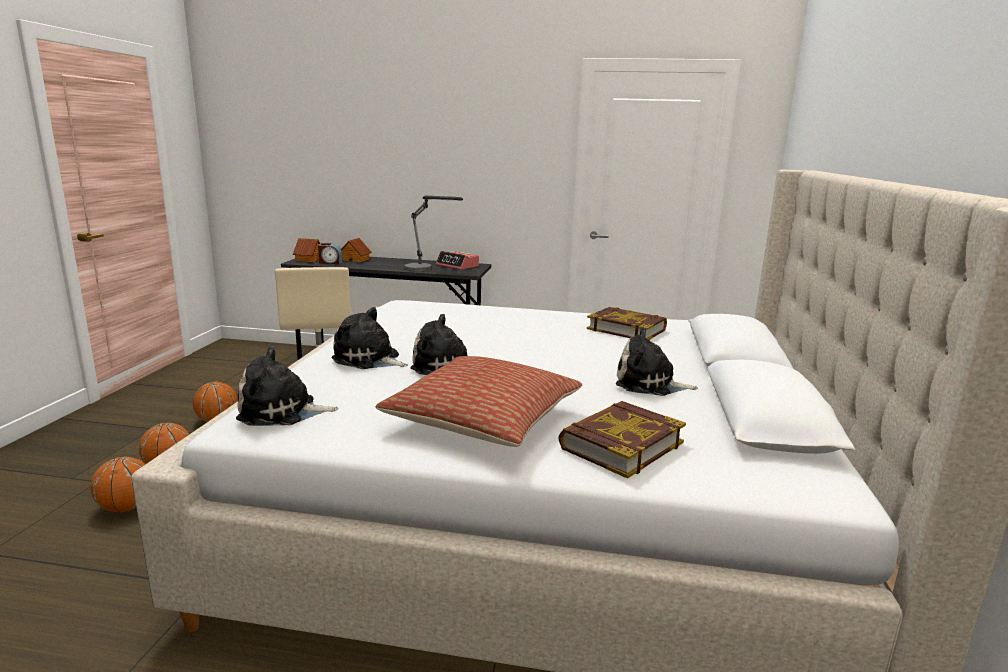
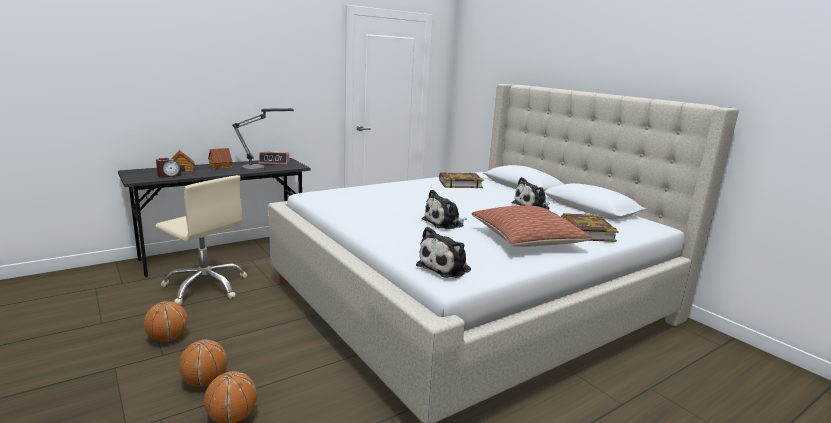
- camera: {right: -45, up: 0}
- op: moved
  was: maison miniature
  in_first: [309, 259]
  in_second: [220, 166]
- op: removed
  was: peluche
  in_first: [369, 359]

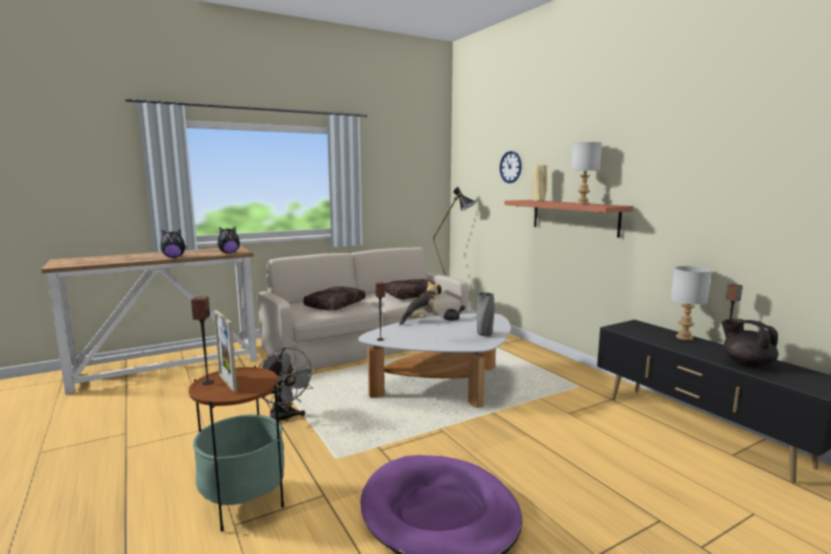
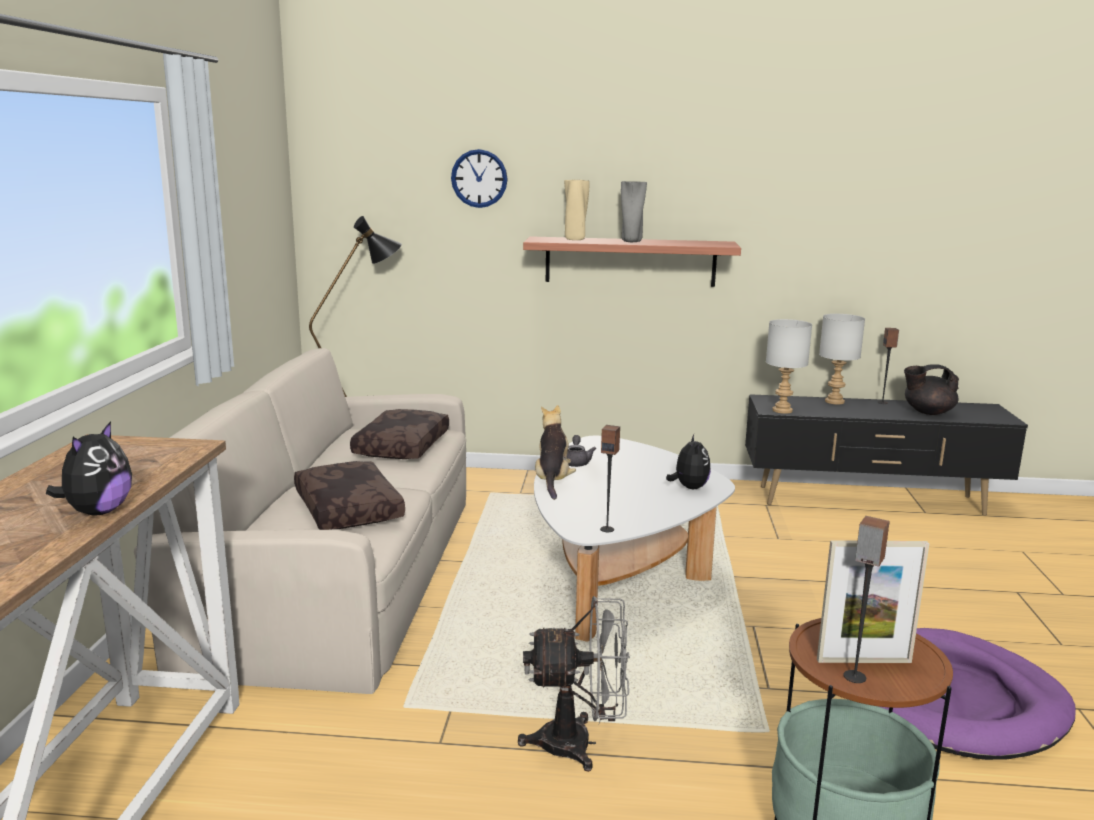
- camera: {right: -55, up: 5}
- op: moved
  was: peluche
  in_first: [229, 253]
  in_second: [689, 487]
- op: moved
  was: vase (gris)
  in_first: [484, 334]
  in_second: [631, 241]
- op: moved
  was: lampe de table (gris)
  in_first: [583, 204]
  in_second: [781, 410]

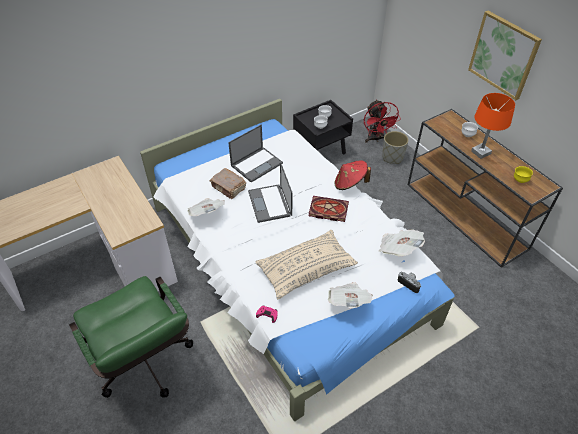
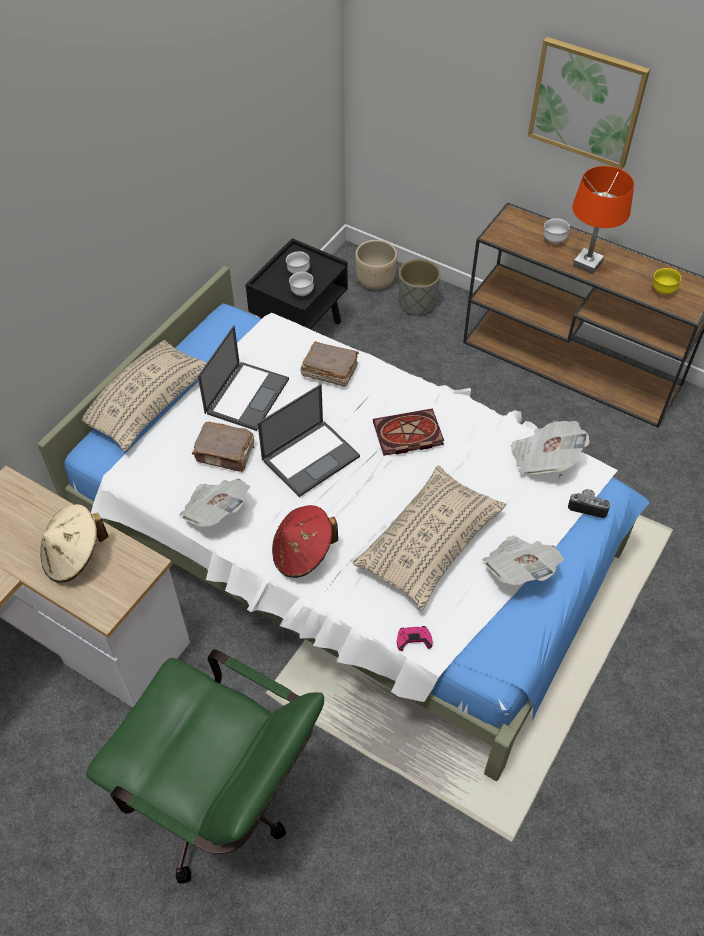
- camera: {right: -25, up: 5}
- op: turned
  was: ordinateur portable
  in_first: [270, 204]
  in_second: [311, 457]
  clockwise: -90
- op: moved
  was: chapeau (rouge)
  in_first: [350, 184]
  in_second: [303, 554]
- op: replaced
  was: ventilateur (rouge)
  now: cache-pot (beige)
  in_first: [376, 139]
  in_second: [375, 280]
- op: added
  now: chapeau (beige)
  in_second: [74, 556]
- op: added
  now: coussin (beige)
  in_second: [146, 402]
- op: added
  now: livre (marron)
  in_second: [329, 371]

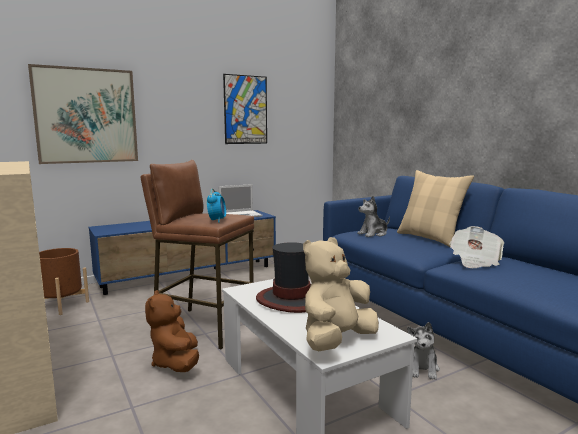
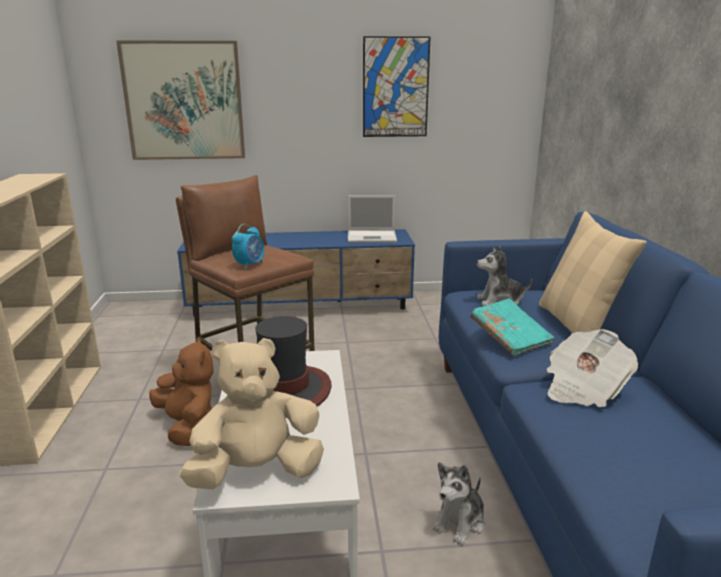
- camera: {right: 25, up: 10}
- op: removed
  was: cache-pot (marron)
  in_first: [61, 305]
- op: turned
  was: peluche (marron)
  in_first: [176, 363]
  in_second: [187, 426]
  clockwise: 135
- op: added
  now: livre (turquoise)
  in_second: [510, 338]

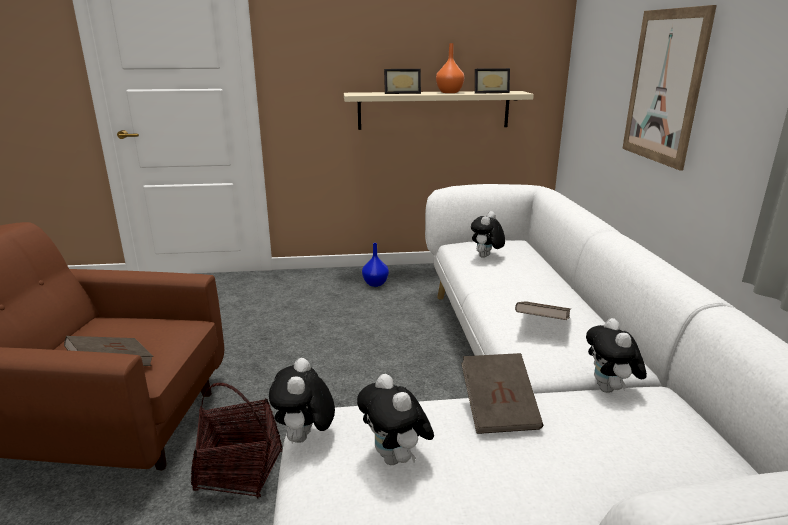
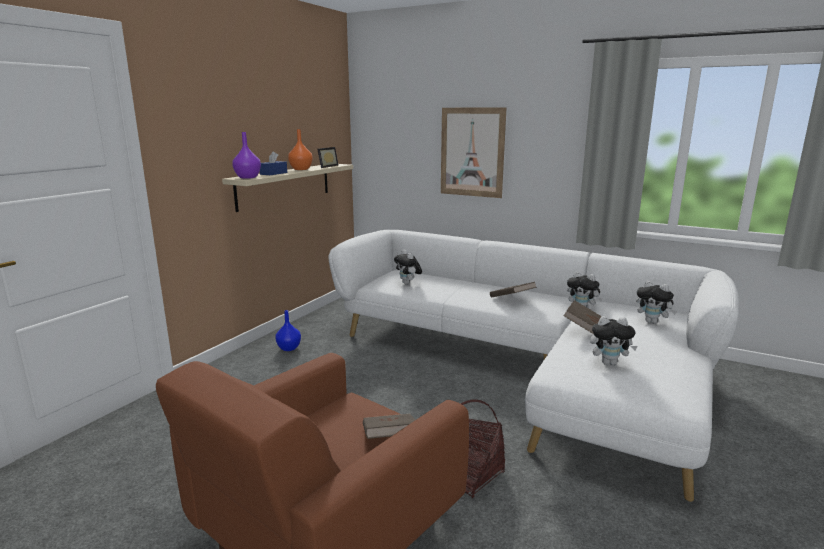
- camera: {right: -55, up: -5}
- op: moved
  was: peluche
  in_first: [305, 439]
  in_second: [652, 322]
- op: replaced
  was: cadre photo
  now: boîte à mouchoirs (bleu)
  in_first: [402, 93]
  in_second: [273, 173]
- op: added
  now: vase (violet)
  in_second: [248, 177]

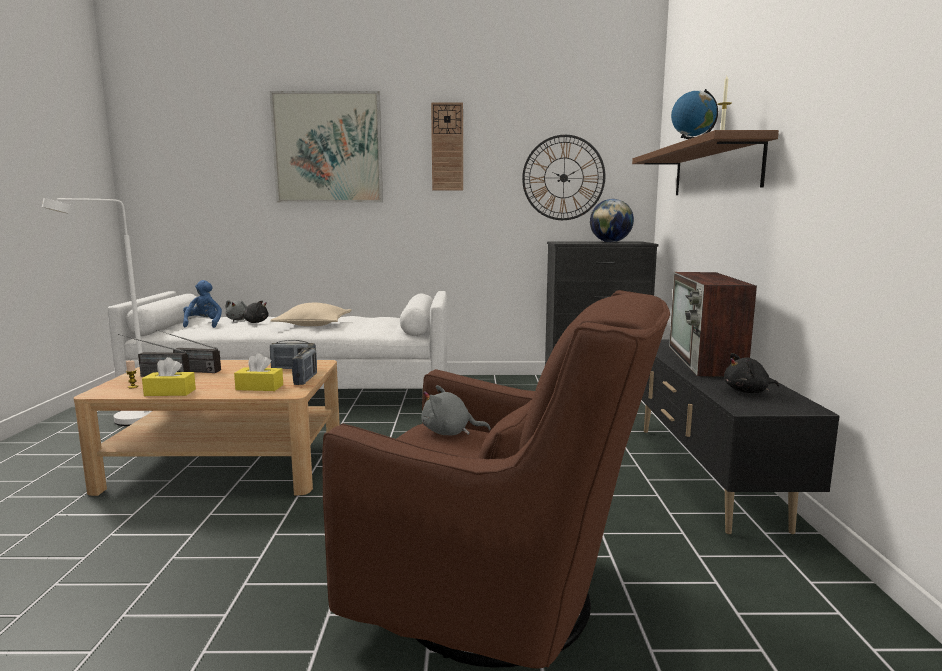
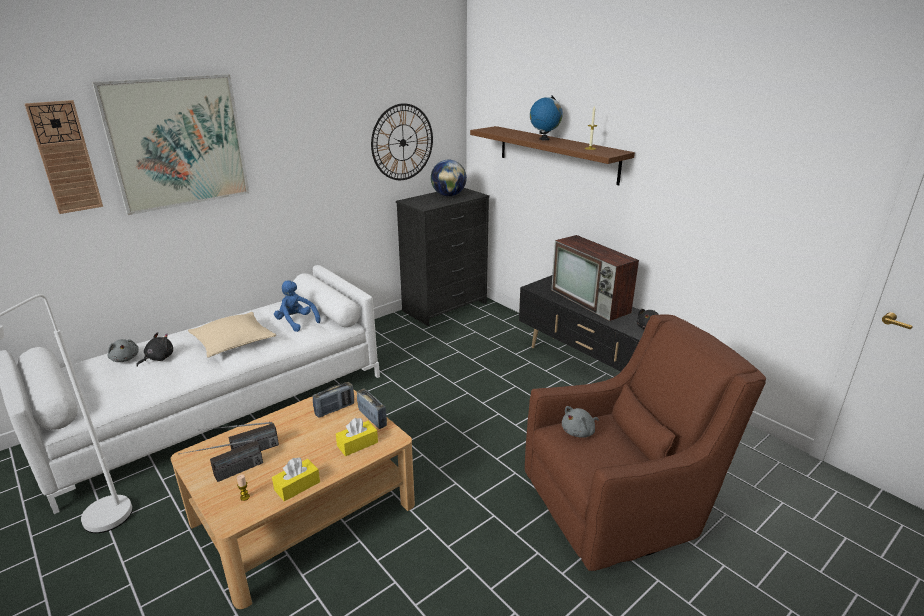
- camera: {right: -40, up: 15}
- op: moved
  was: peluche (bleu)
  in_first: [204, 324]
  in_second: [296, 322]
- op: moved
  was: horloge murale
  in_first: [447, 147]
  in_second: [65, 157]

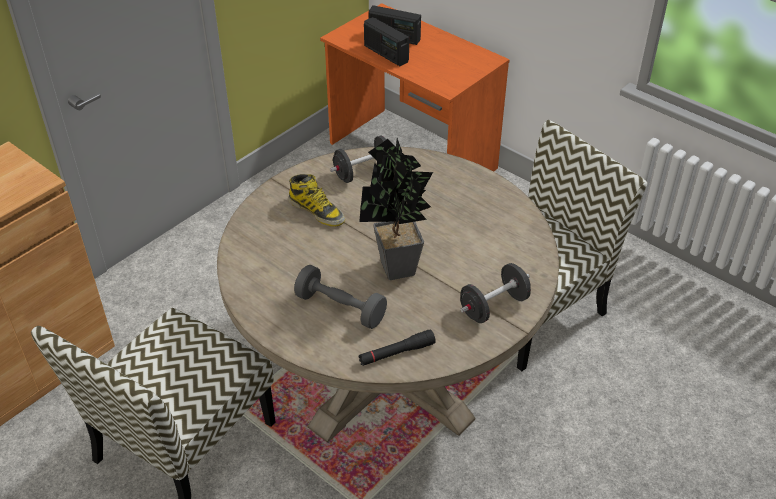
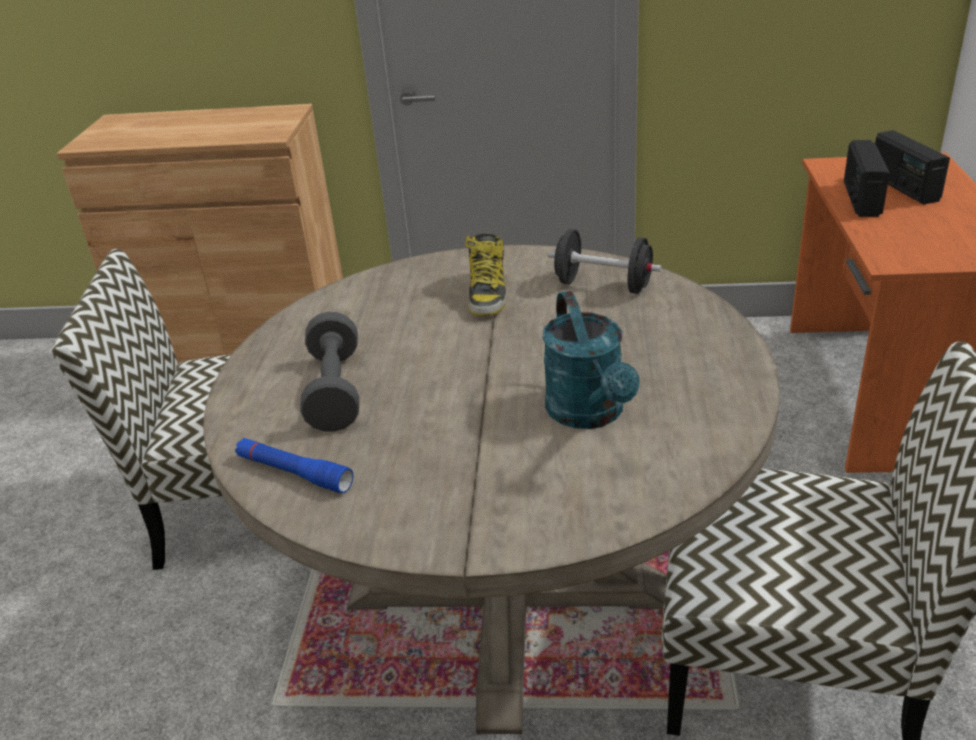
- camera: {right: 55, up: -10}
- op: recoloured
  was: lampe de poche (noir)
  now: lampe de poche (bleu)
  in_first: [396, 353]
  in_second: [294, 473]
- op: removed
  was: plante en pot
  in_first: [396, 272]
- op: removed
  was: haltère (noir)
  in_first: [494, 306]
- op: added
  now: arrosoir (turquoise)
  in_second: [590, 414]

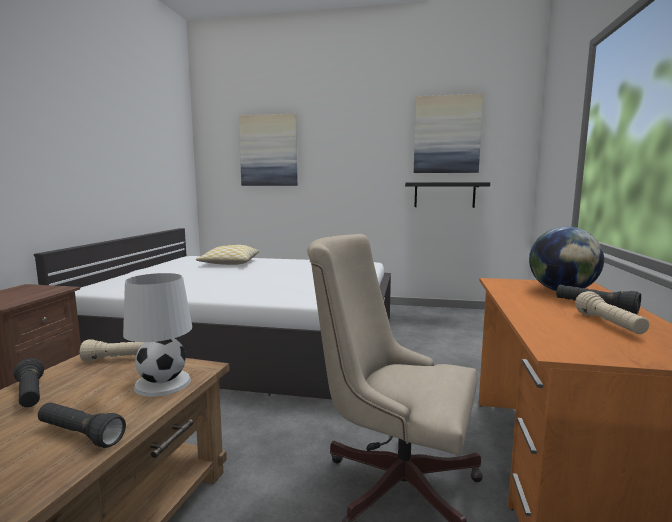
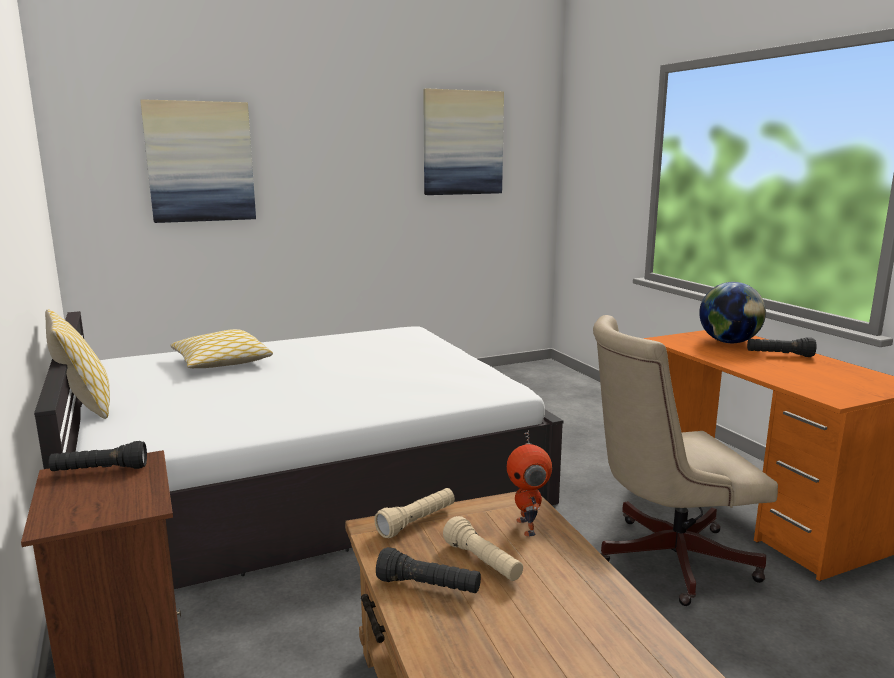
- camera: {right: -35, up: 5}
- op: moved
  was: lampe de poche (noir)
  in_first: [80, 435]
  in_second: [100, 471]
- op: replaced
  was: lampe de table (blanc)
  now: robot jouet
  in_first: [162, 384]
  in_second: [527, 527]
- op: removed
  was: étagère (noir)
  in_first: [444, 195]
- op: moved
  was: lampe de poche (beige)
  in_first: [609, 325]
  in_second: [483, 562]
- op: added
  now: coussin
  in_second: [85, 407]

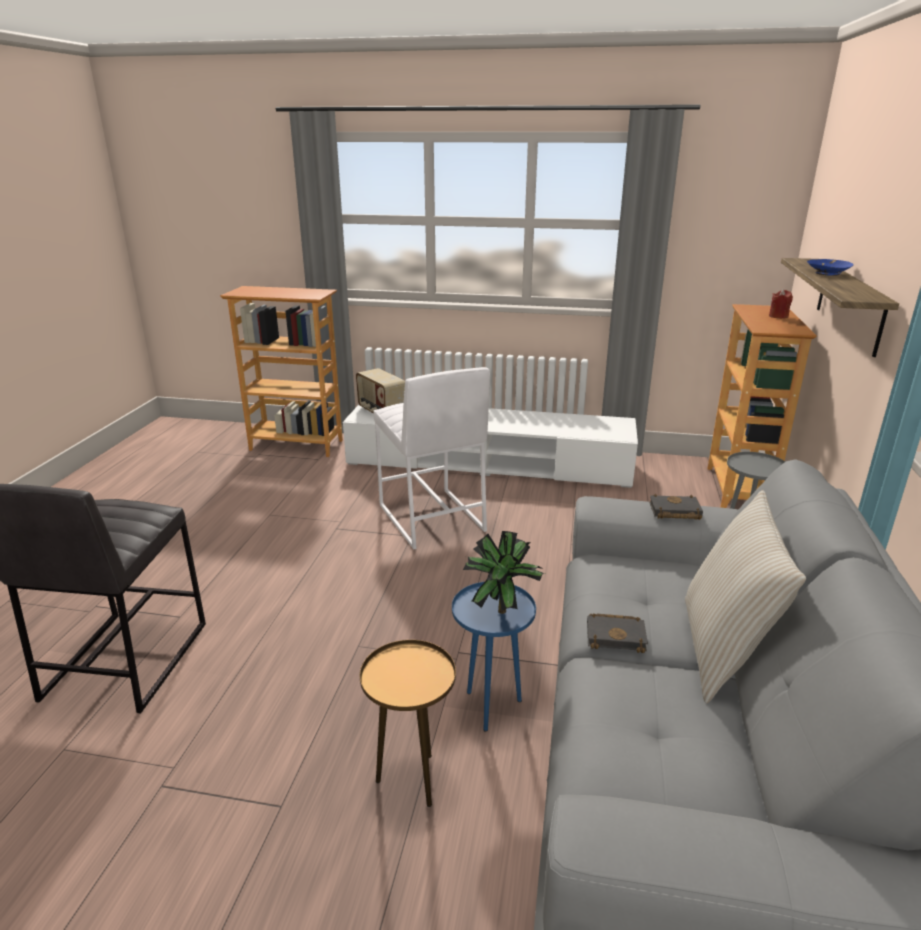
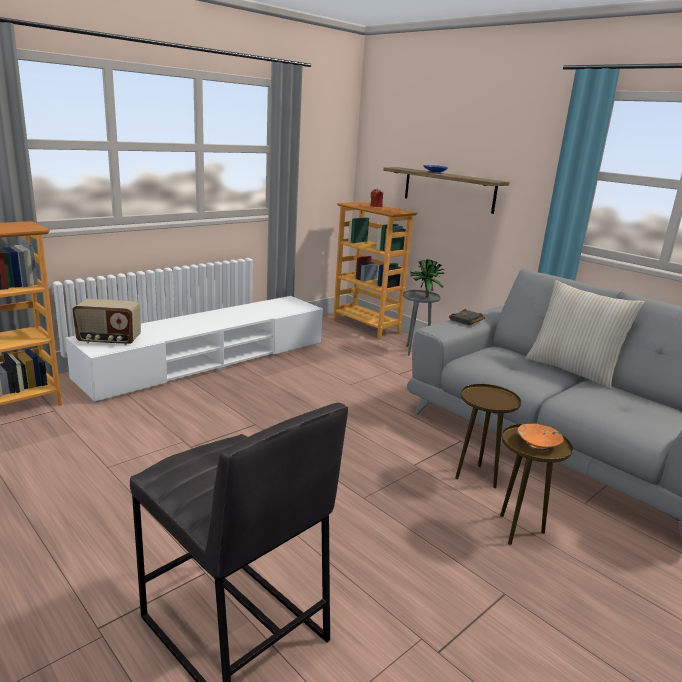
- camera: {right: -55, up: -5}
- op: removed
  was: tabouret (blanc)
  in_first: [430, 518]
- op: recoloured
  was: table d'appoint (bleu)
  now: table d'appoint (marron)
  in_first: [491, 707]
  in_second: [476, 477]
- op: moved
  was: plante en pot
  in_first: [501, 608]
  in_second: [424, 296]
- op: removed
  was: livre (noir)
  in_first: [617, 636]
- op: added
  now: bol (orange)
  in_second: [537, 443]

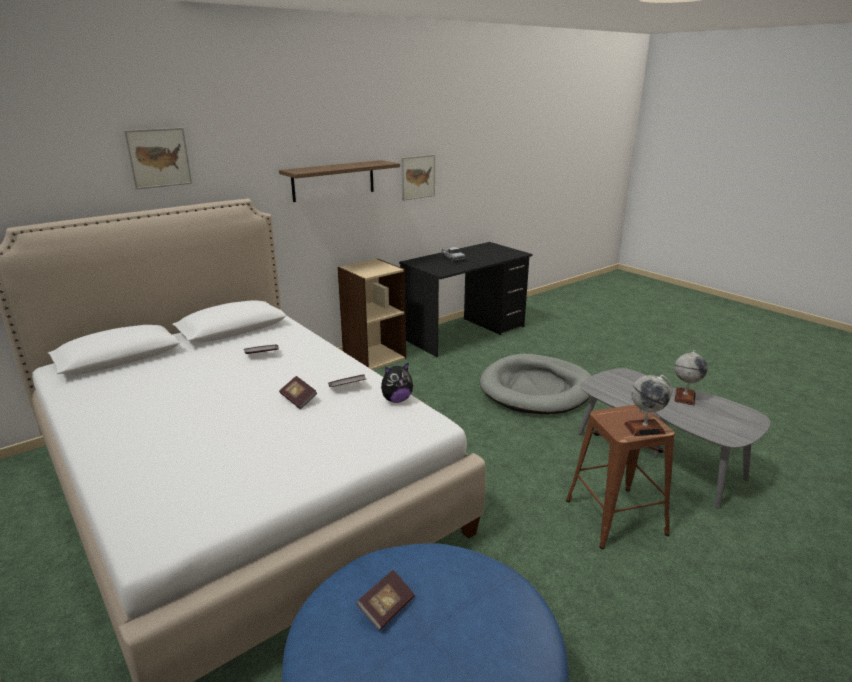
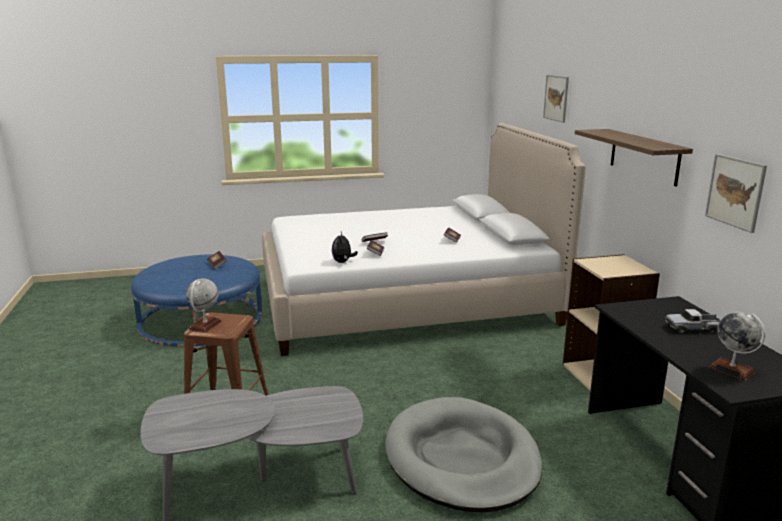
- camera: {right: 115, up: -5}
- op: moved
  was: globe
  in_first: [684, 397]
  in_second: [732, 370]

